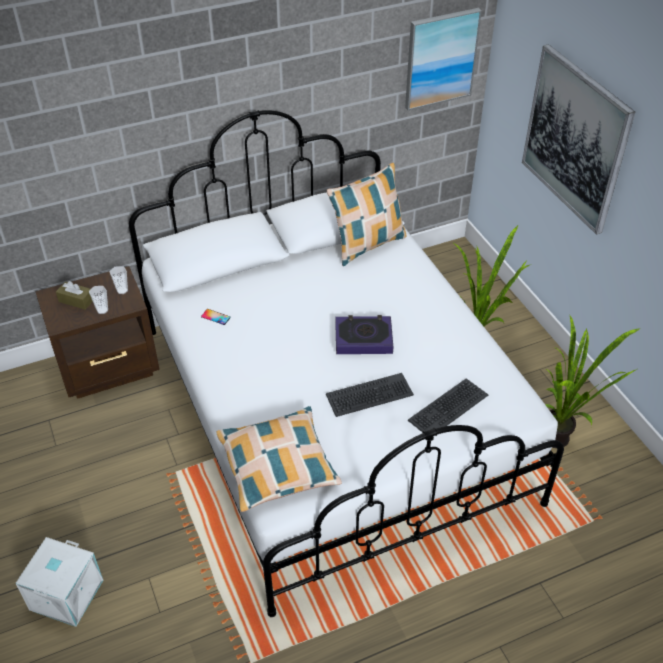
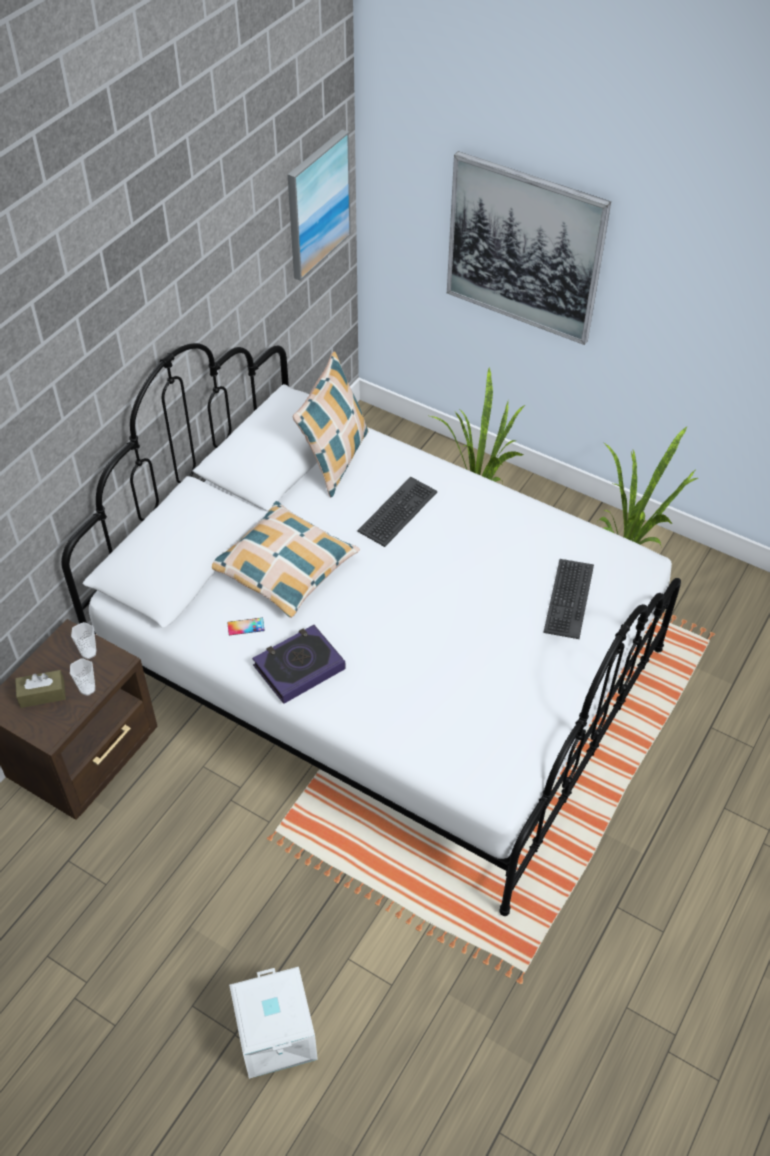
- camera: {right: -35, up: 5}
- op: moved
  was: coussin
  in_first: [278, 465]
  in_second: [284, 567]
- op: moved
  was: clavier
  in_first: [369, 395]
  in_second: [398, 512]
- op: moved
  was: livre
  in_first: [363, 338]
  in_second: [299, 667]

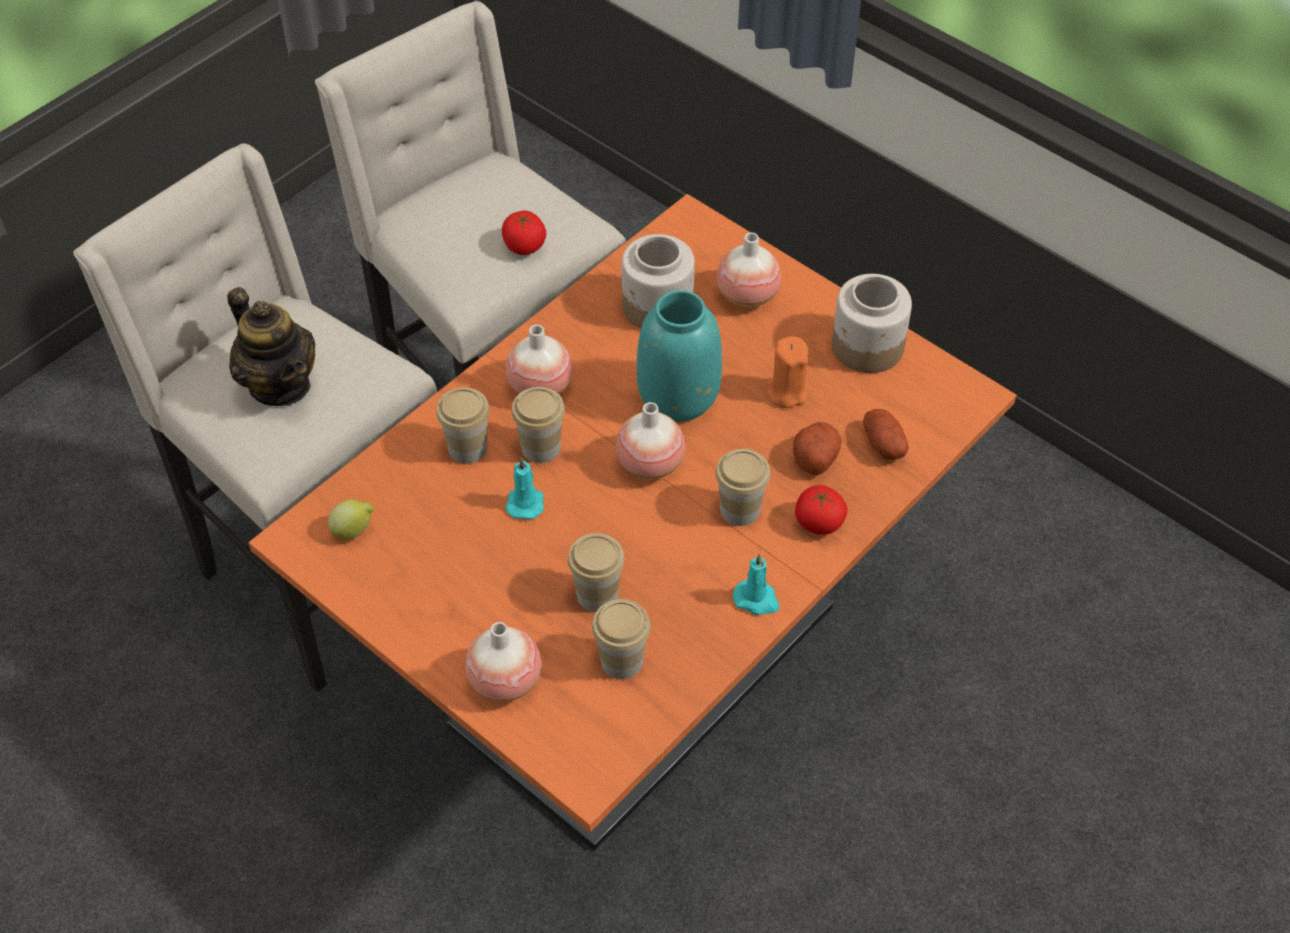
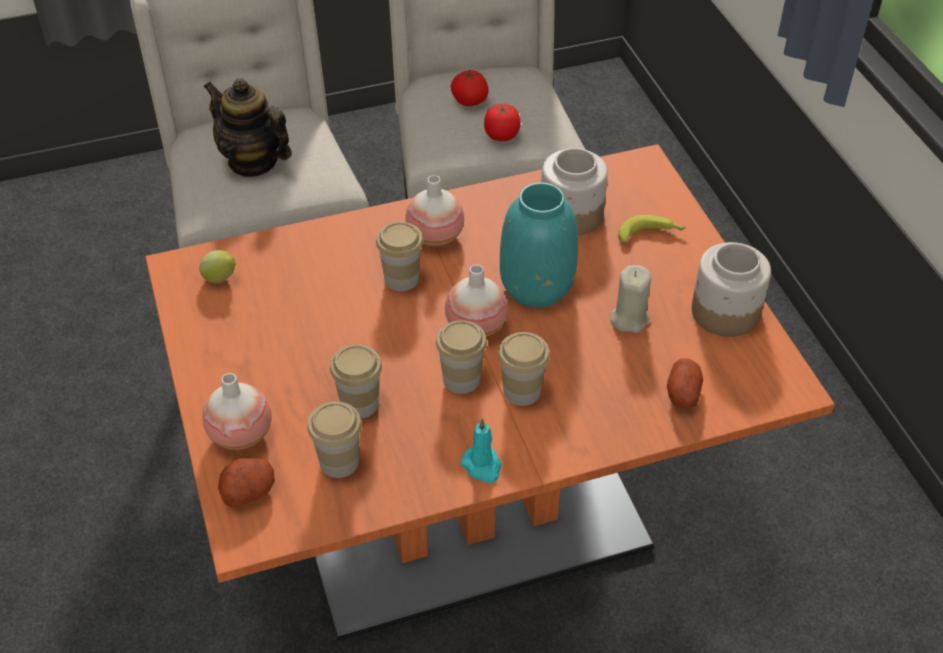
- camera: {right: 30, up: -5}
- op: turned
  was: théière
  in_first: [280, 384]
  in_second: [253, 161]
  clockwise: 135
- op: moved
  was: tasse
  in_first: [467, 448]
  in_second: [461, 379]
- op: removed
  was: bougie (turquoise)
  in_first: [525, 502]
- op: replaced
  was: vase
  now: banane
  in_first: [747, 295]
  in_second: [651, 234]
- op: recoloured
  was: bougie (orange)
  now: bougie (beige)
  in_first: [786, 392]
  in_second: [629, 318]
- op: moved
  was: pomme de terre
  in_first: [815, 457]
  in_second: [248, 490]
- op: moved
  was: tomate
  in_first: [819, 522]
  in_second: [470, 101]

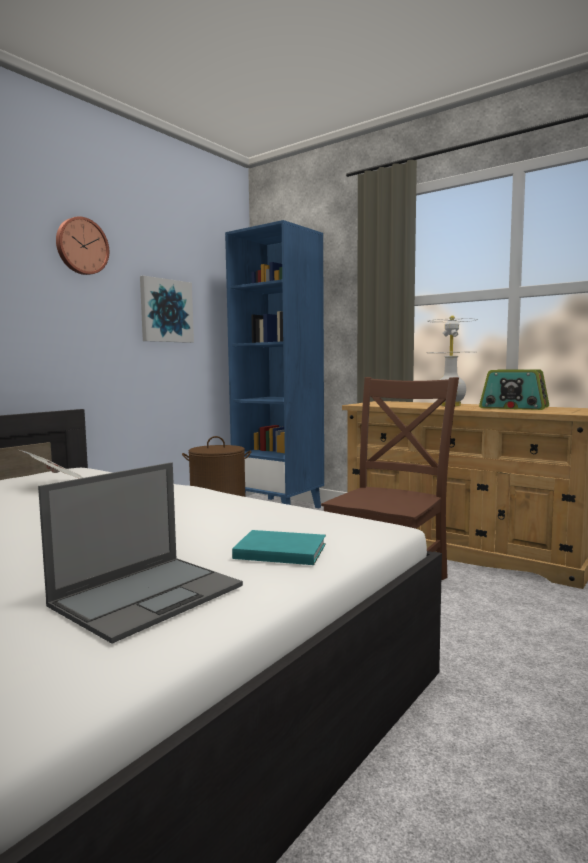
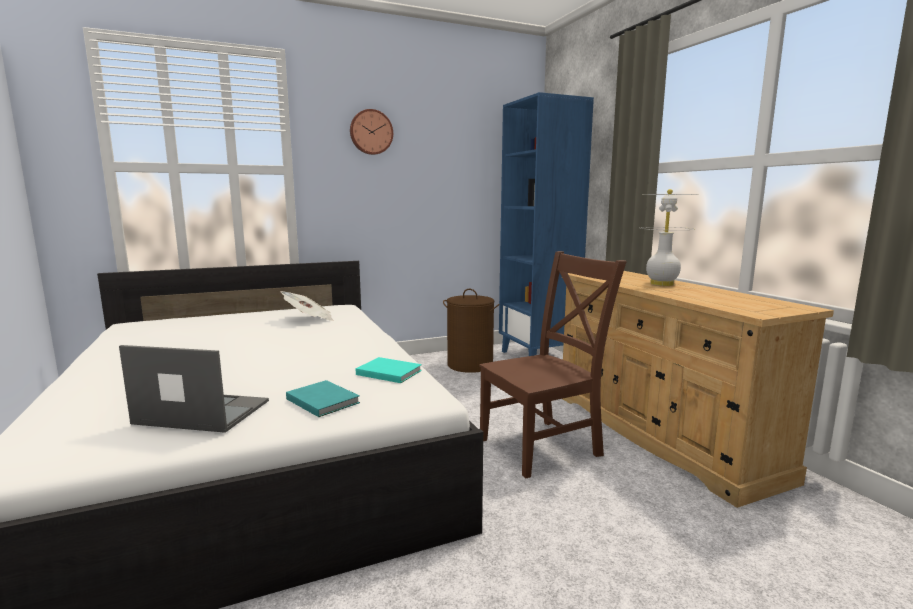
- camera: {right: 30, up: 5}
- op: turned
  was: ordinateur portable
  in_first: [149, 595]
  in_second: [201, 412]
  clockwise: -150
- op: removed
  was: tableau
  in_first: [166, 311]
- op: removed
  was: radio
  in_first: [513, 407]
- op: added
  now: livre (turquoise)
  in_second: [388, 372]

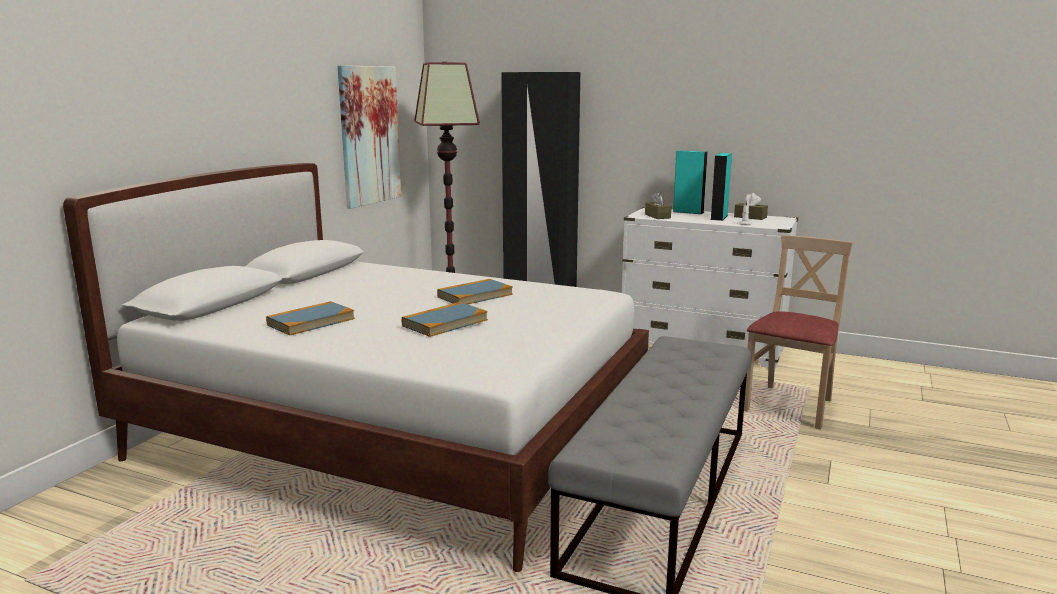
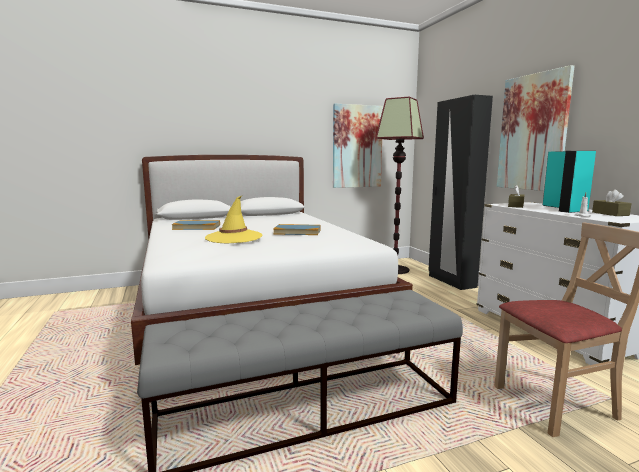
- camera: {right: 45, up: -5}
- op: replaced
  was: livre
  now: chapeau (jaune)
  in_first: [445, 323]
  in_second: [234, 237]
- op: added
  now: tableau
  in_second: [532, 132]

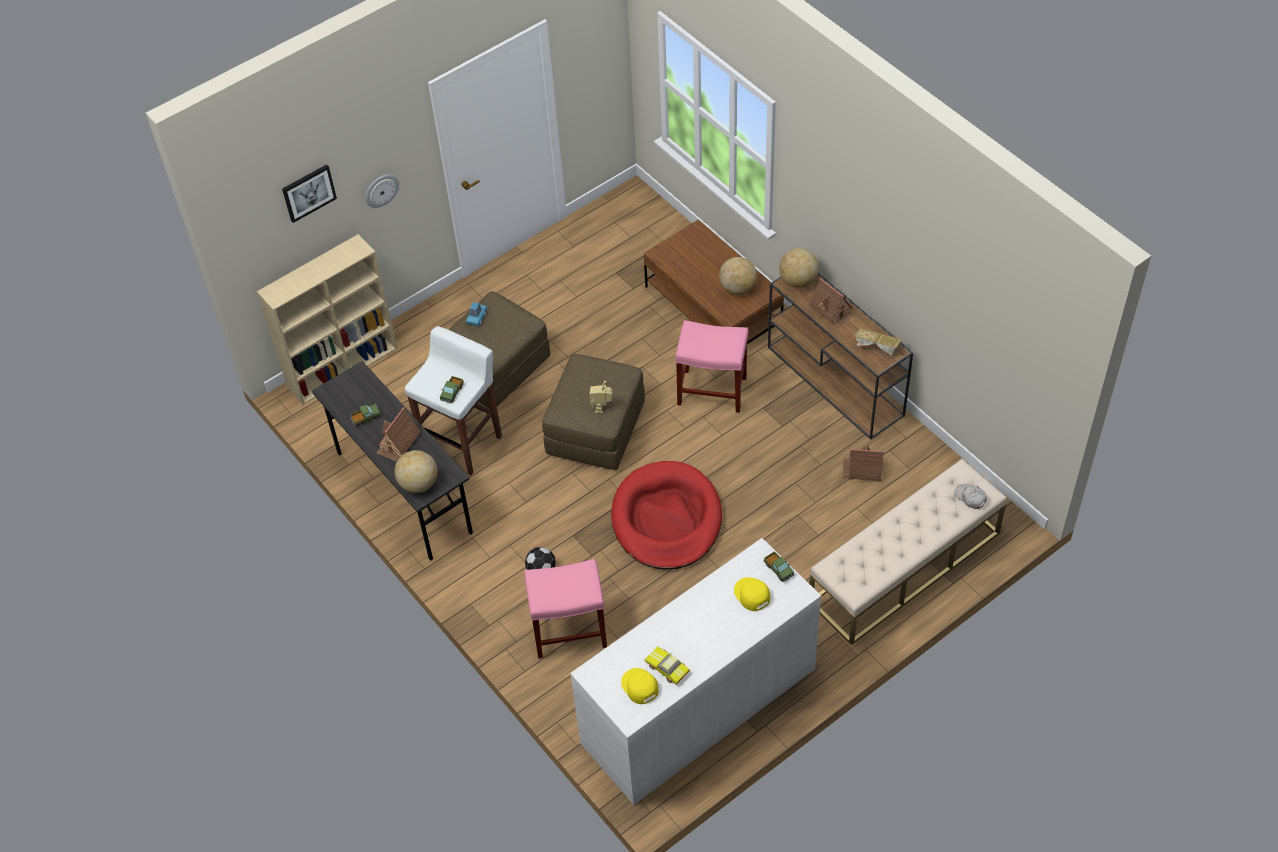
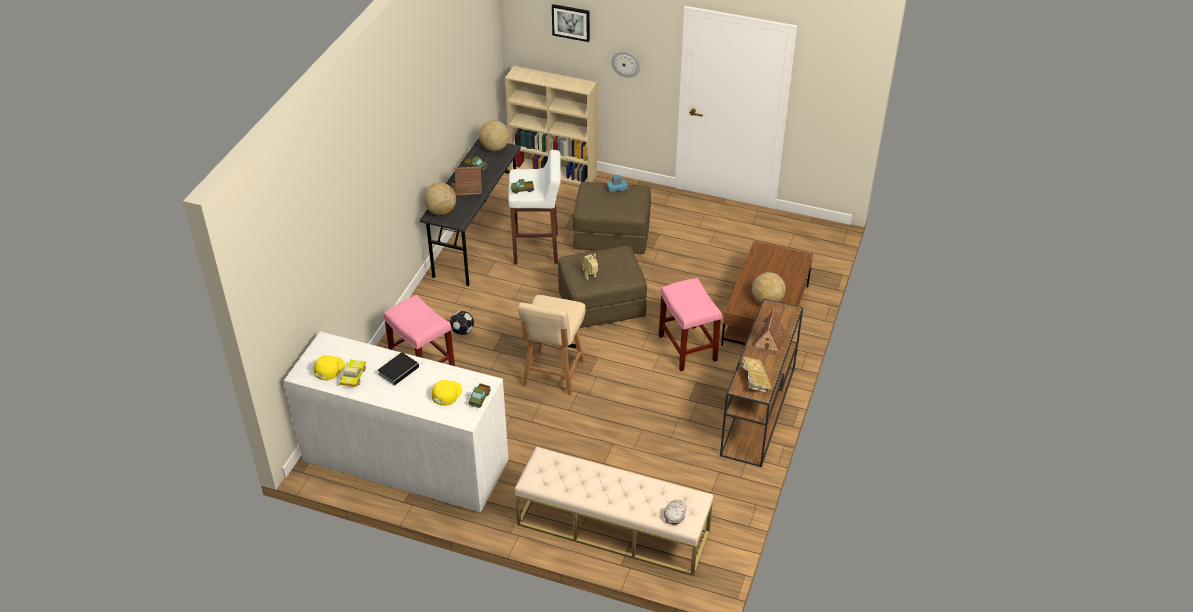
- camera: {right: 55, up: -10}
- op: replaced
  was: panier pour chien (rouge)
  now: chaise (beige)
  in_first: [667, 519]
  in_second: [553, 374]
- op: moved
  was: globe
  in_first: [798, 281]
  in_second: [494, 148]
- op: removed
  was: maison miniature
  in_first: [862, 470]
- op: added
  now: livre
  in_second: [399, 370]

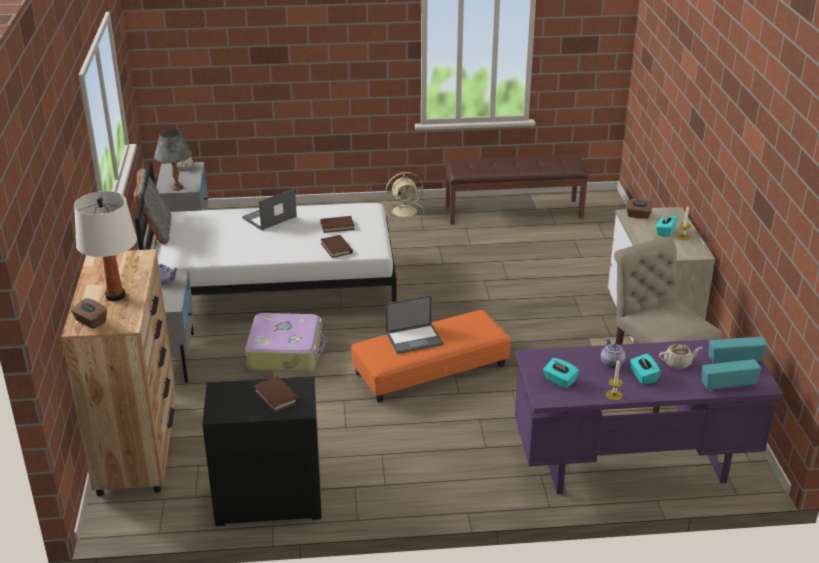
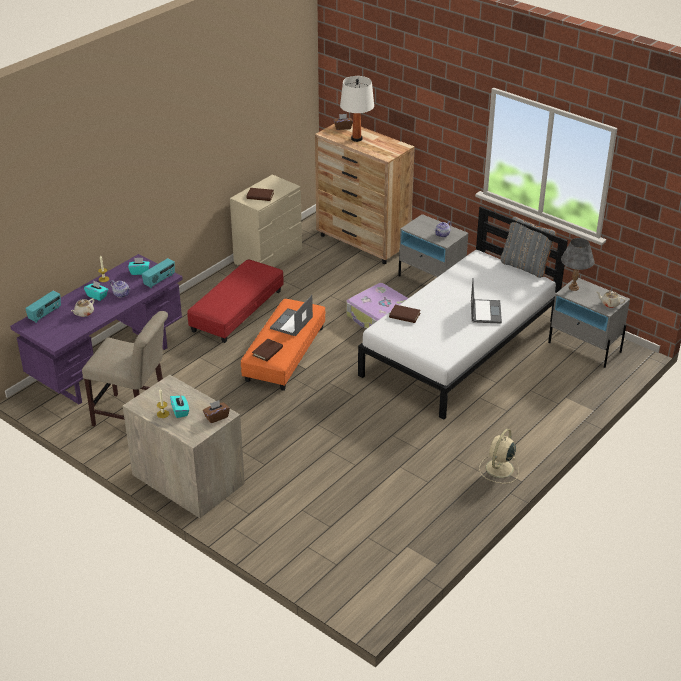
- camera: {right: 135, up: 5}
- op: recoloured
  was: commode (noir)
  now: commode (beige)
  in_first: [268, 500]
  in_second: [268, 257]
- op: moved
  was: livre (marron)
  in_first: [337, 226]
  in_second: [267, 351]
- op: removed
  was: banc (marron)
  in_first: [513, 211]
- op: moved
  was: radio
  in_first: [734, 361]
  in_second: [159, 280]
- op: added
  now: pouf (rouge)
  in_second: [237, 311]

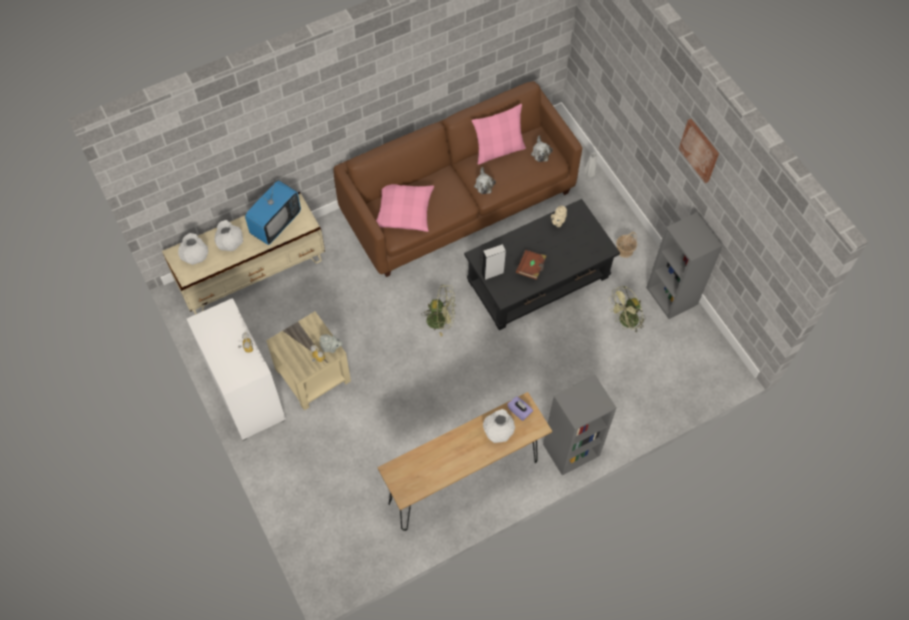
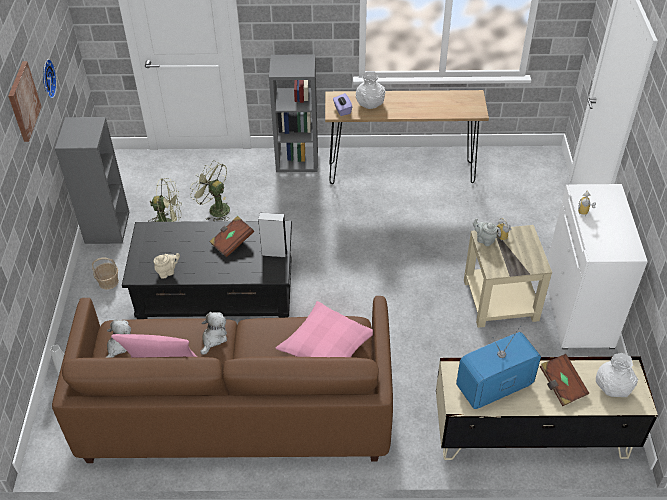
- camera: {right: -150, up: -15}
- op: replaced
  was: vase (blanc)
  now: livre (marron)
  in_first: [231, 244]
  in_second: [561, 386]
- op: moved
  was: ventilateur (vert)
  in_first: [441, 320]
  in_second: [215, 209]
- op: added
  now: horloge murale
  in_second: [46, 78]

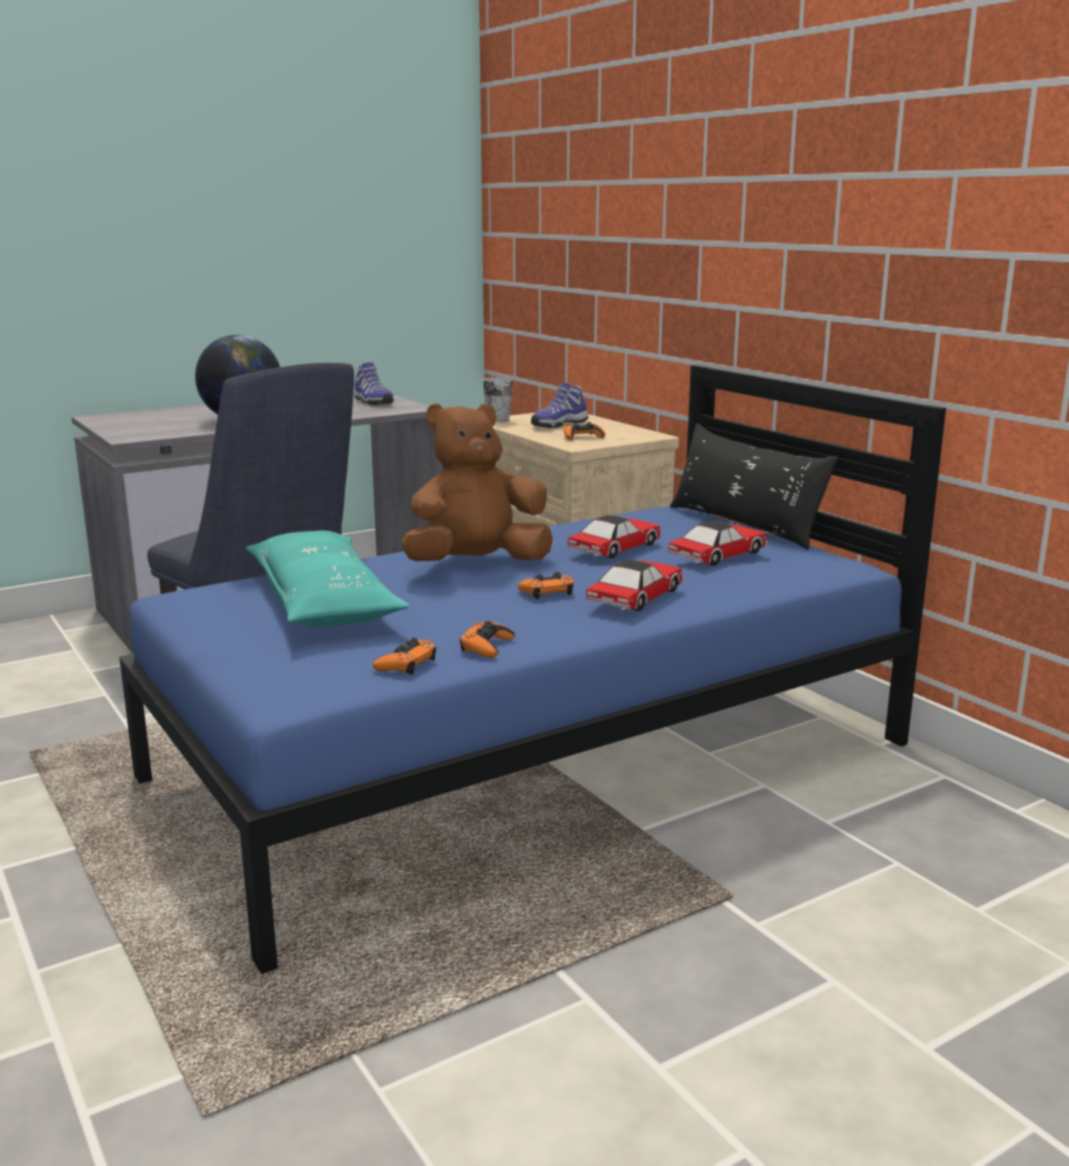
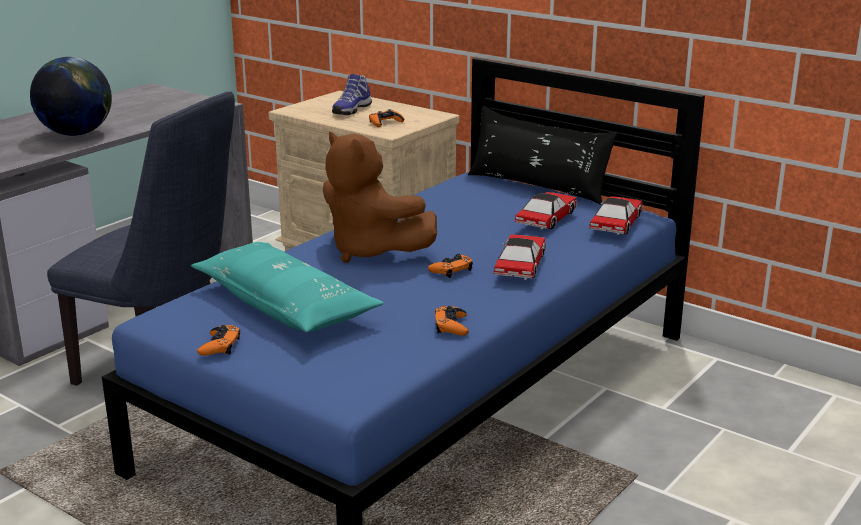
- camera: {right: -20, up: 5}
- op: removed
  was: chaussure
  in_first: [372, 402]
- op: moved
  was: manette (orange)
  in_first: [406, 664]
  in_second: [220, 346]
- op: turned
  was: peluche (marron)
  in_first: [476, 564]
  in_second: [371, 251]
  clockwise: -90
- op: removed
  was: tasse
  in_first: [498, 420]
- op: moved
  was: petite voiture
  in_first: [615, 548]
  in_second: [616, 223]

